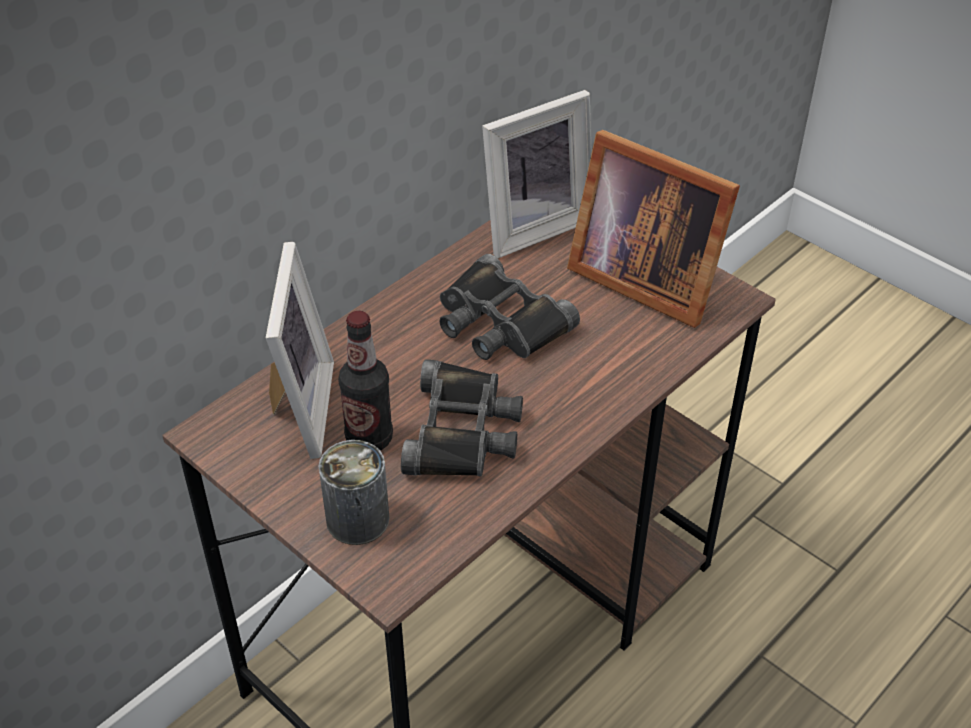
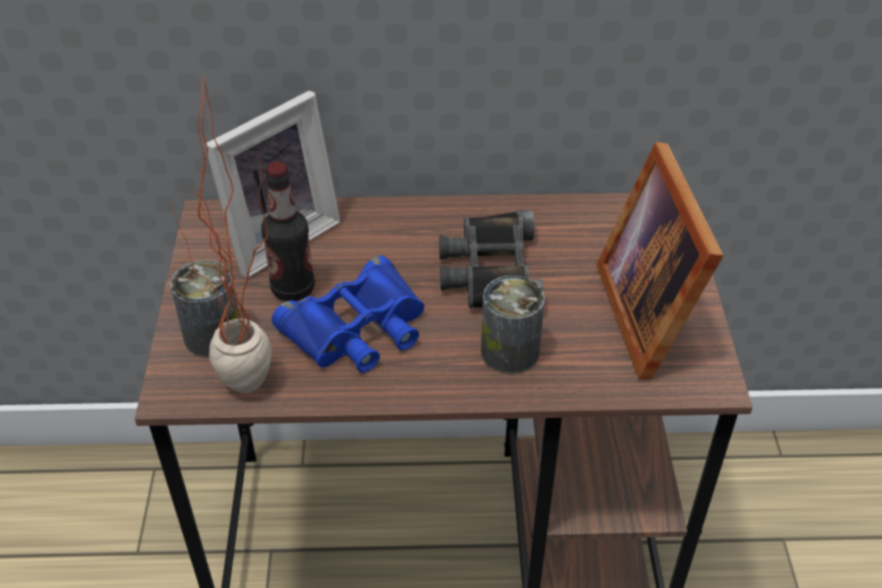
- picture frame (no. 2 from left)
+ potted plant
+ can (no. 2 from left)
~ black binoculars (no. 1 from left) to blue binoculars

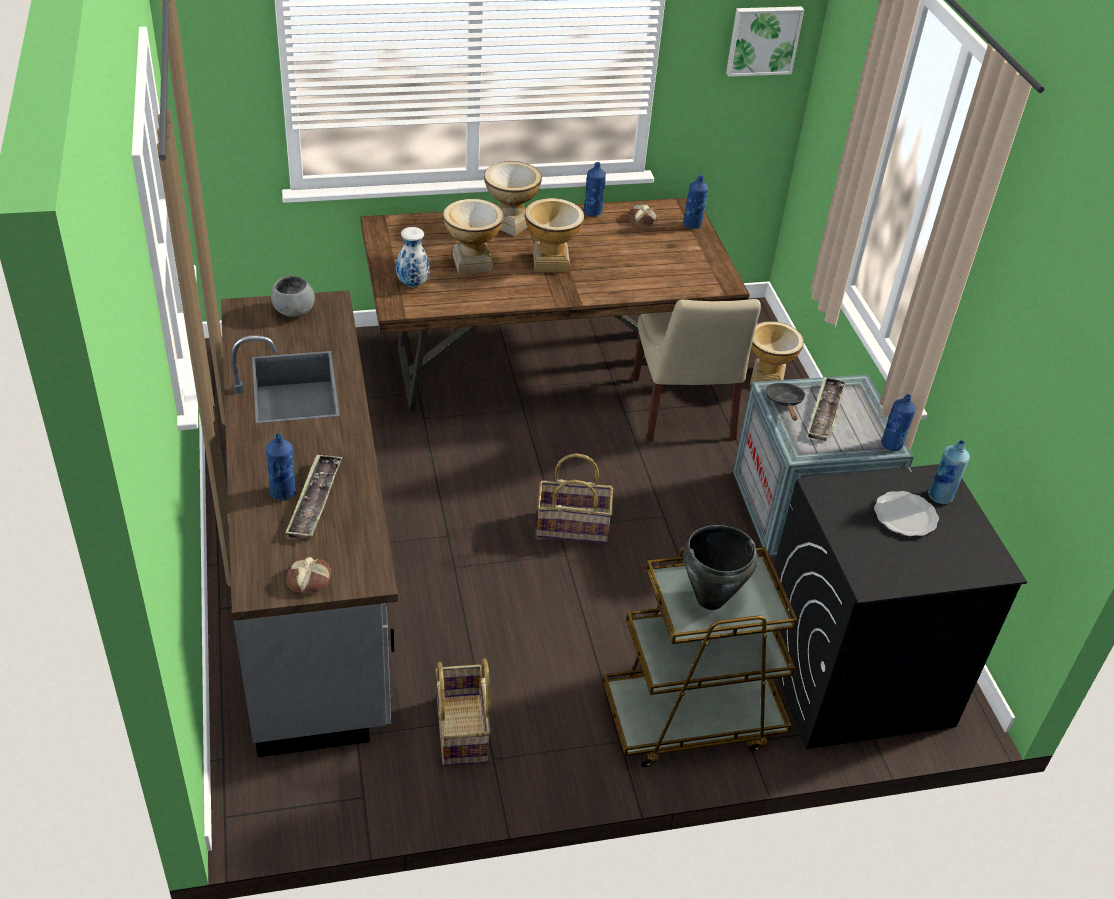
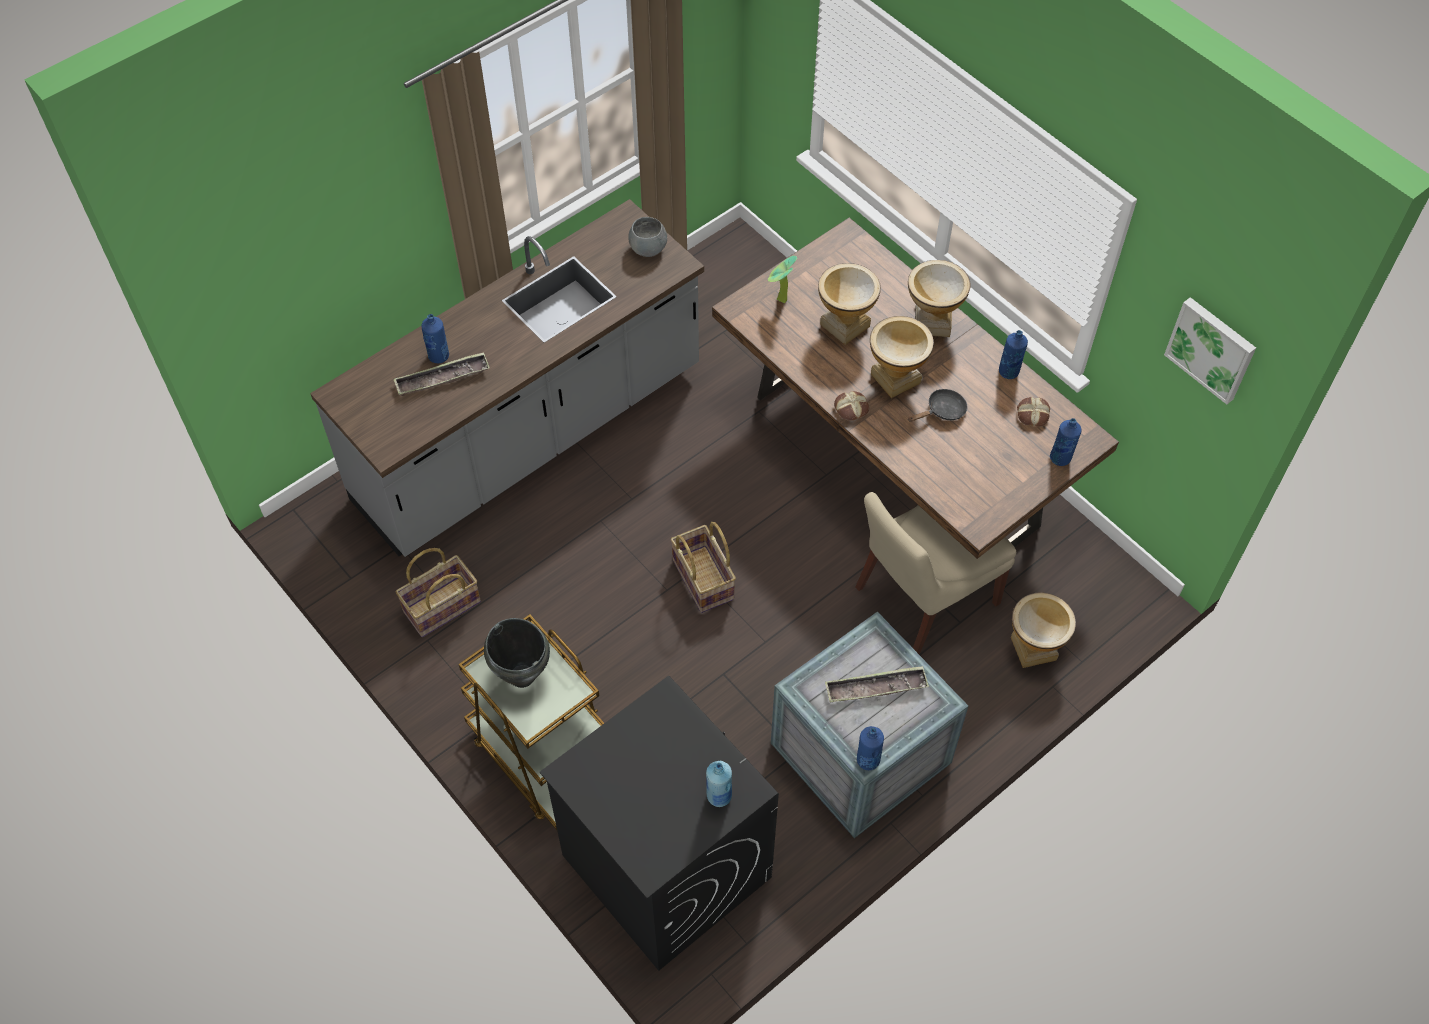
- plate
~ bread (no. 1 from left)
~ black frying pan
~ vase (no. 1 from left) to potted plant

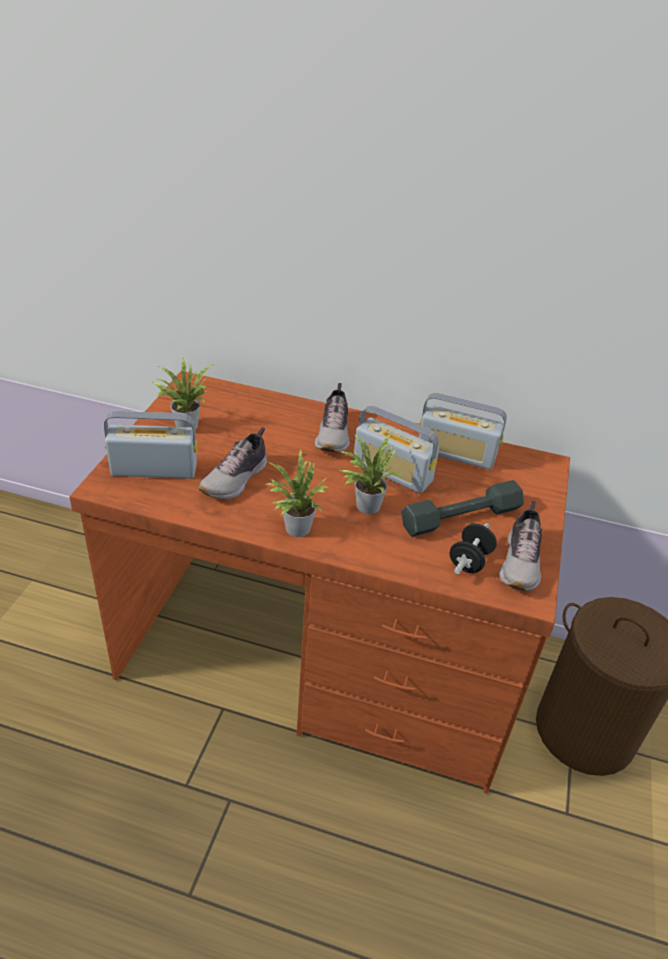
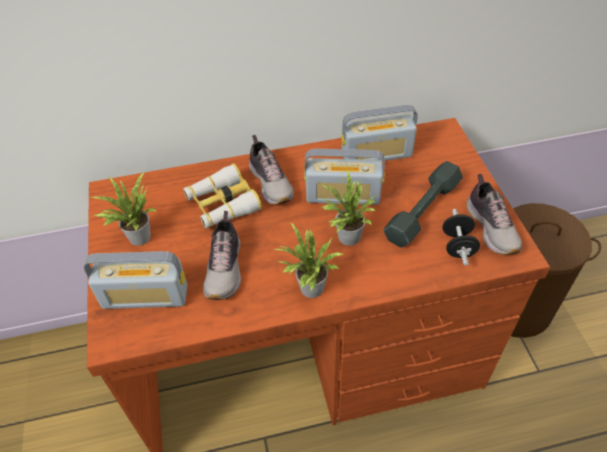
+ binoculars
~ radio (no. 1 from left) 150 degrees counterclockwise

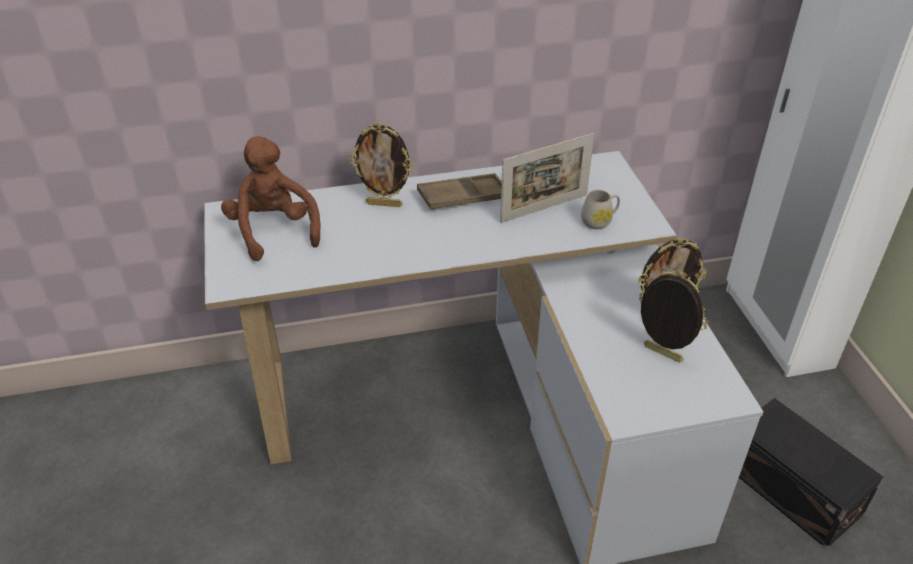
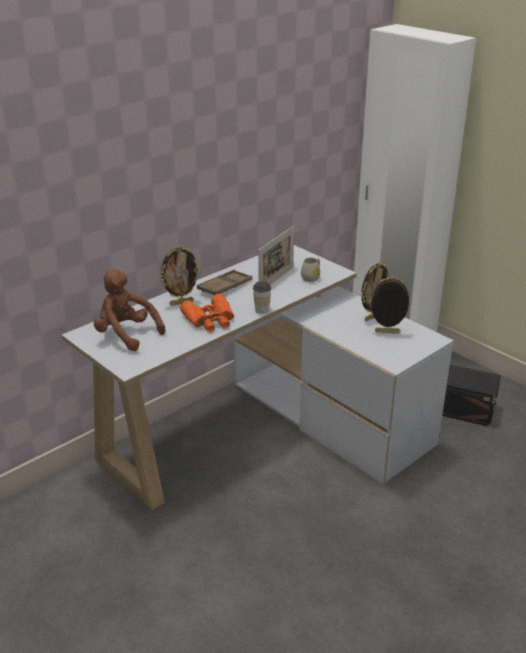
+ orange binoculars
+ cup

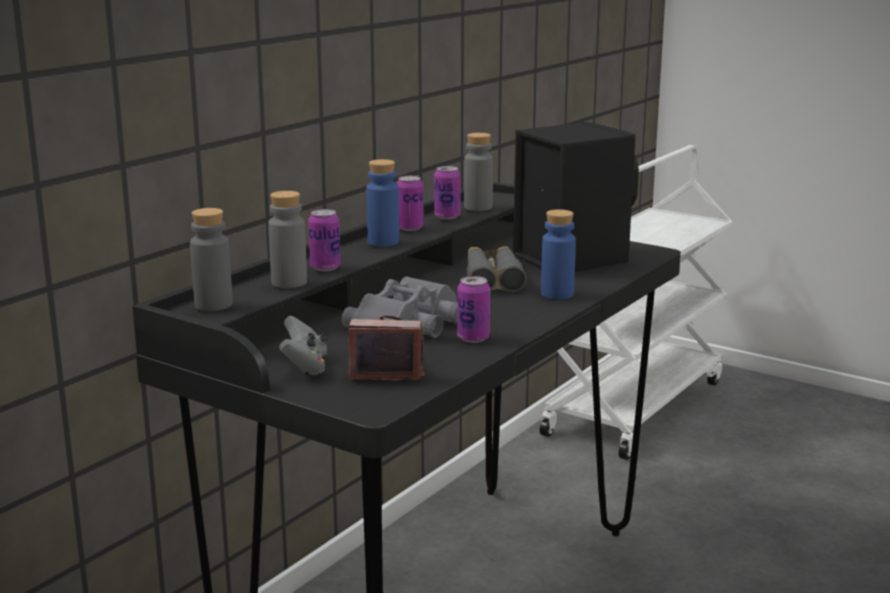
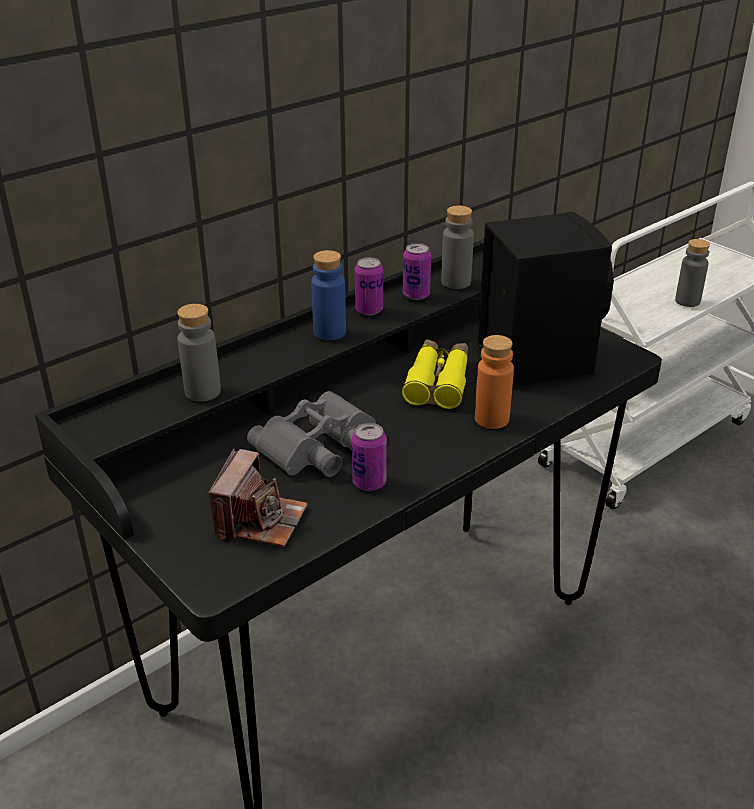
- grey game controller
- can (no. 1 from left)
~ grey bottle (no. 1 from left in the first image) to grey bottle (no. 3 from left)
~ grey binoculars (no. 2 from left) to yellow binoculars
~ blue bottle (no. 2 from left) to orange bottle
~ photo camera 90 degrees clockwise

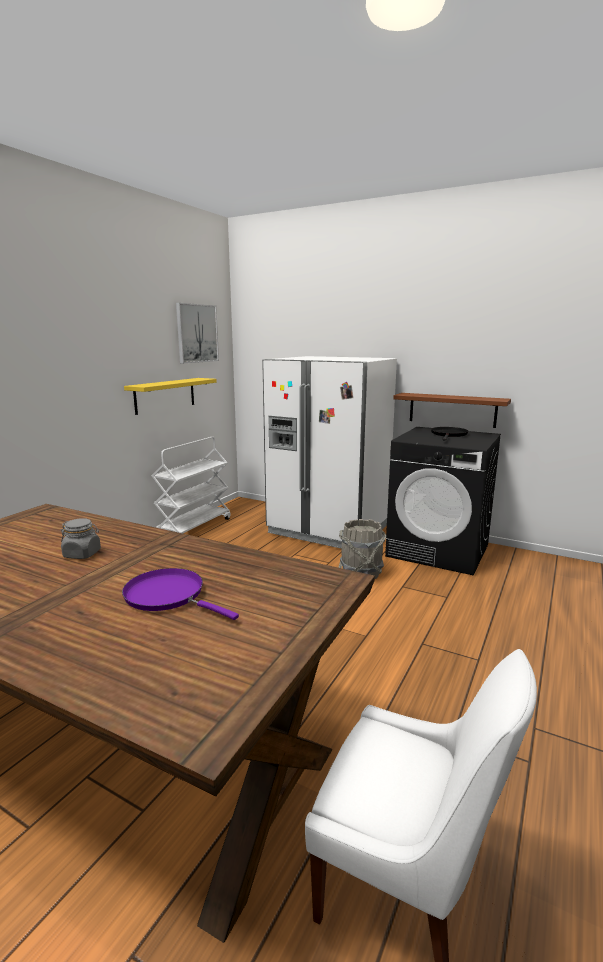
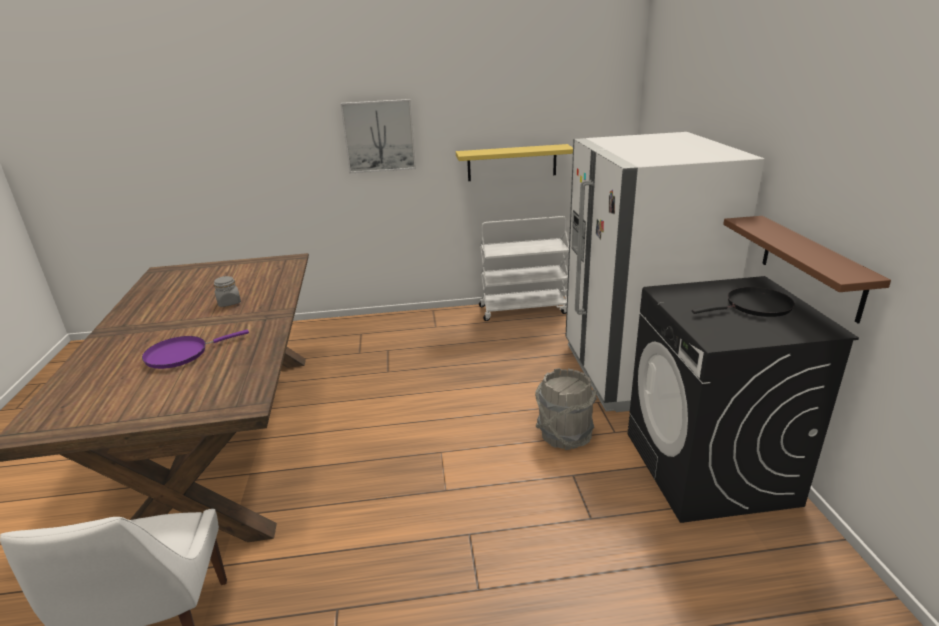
~ picture
~ purple frying pan 120 degrees counterclockwise

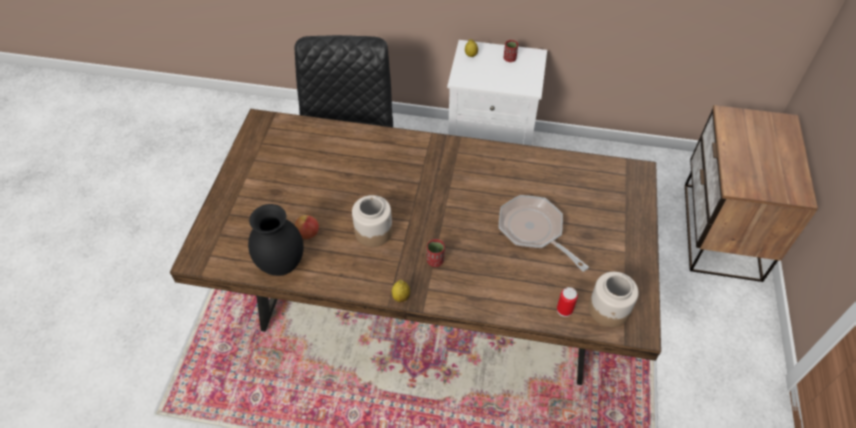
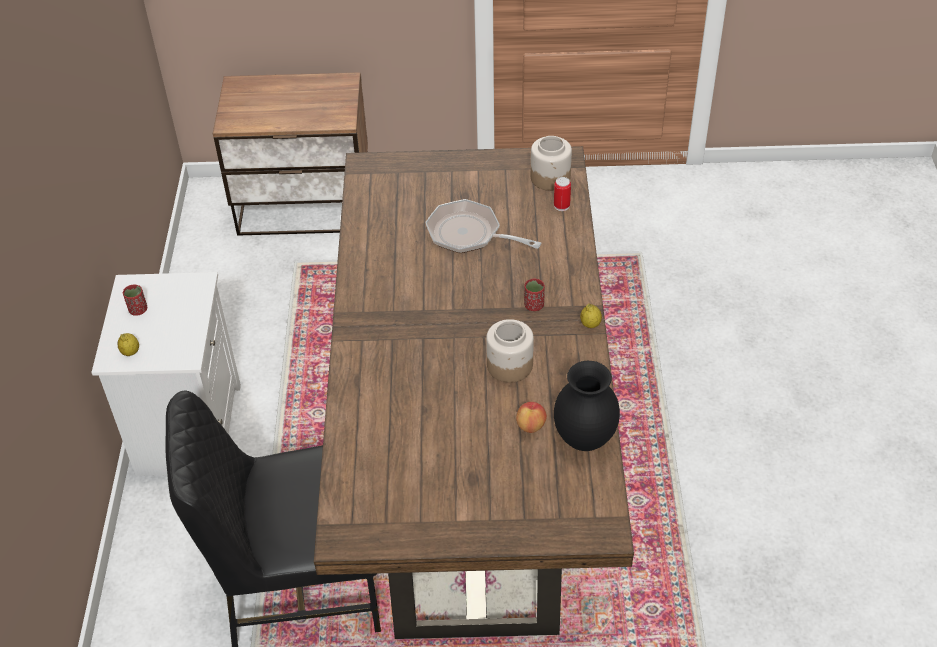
~ frying pan 75 degrees clockwise

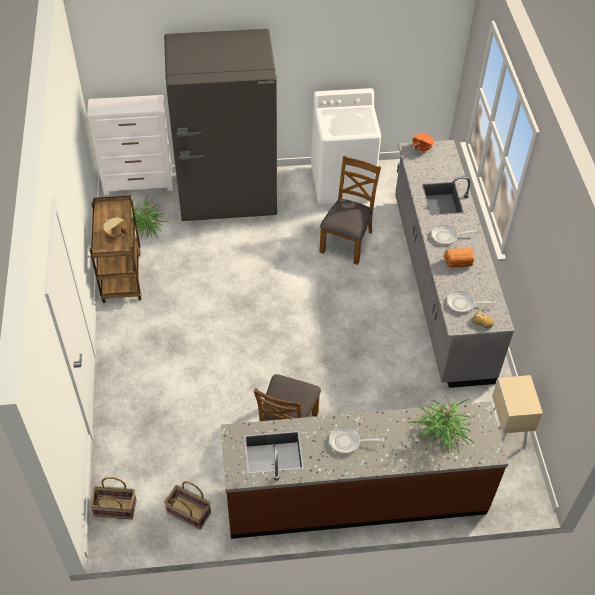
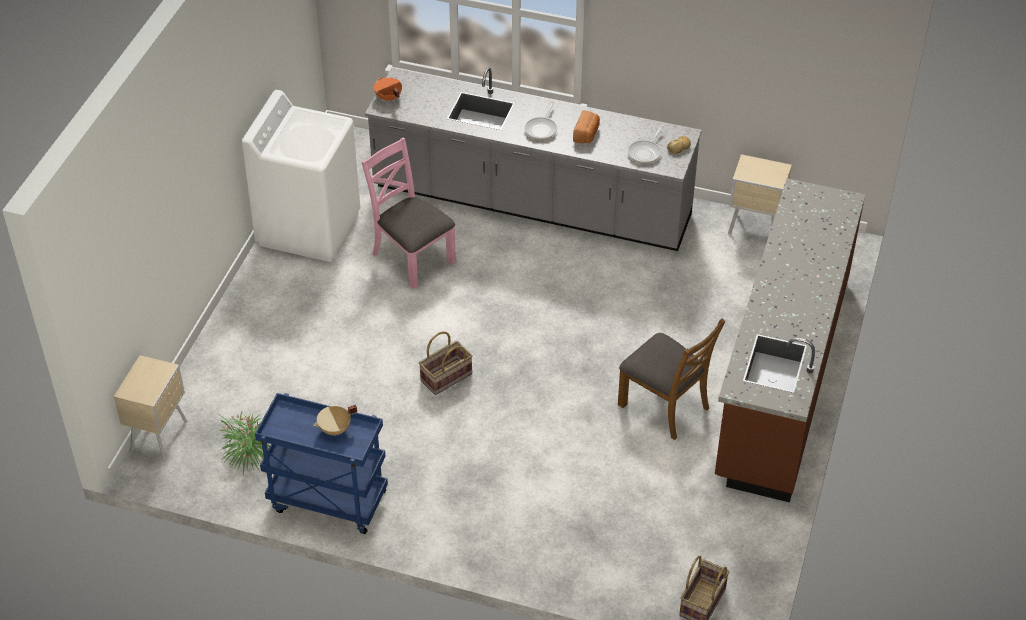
- grey fridge
- frying pan (no. 1 from left)
- potted plant (no. 2 from left)
~ basket (no. 2 from left in the first image) to basket (no. 1 from left)
~ white dresser to beige nightstand (no. 1 from left)
~ brown cart to blue cart
~ brown chair (no. 2 from left) to pink chair

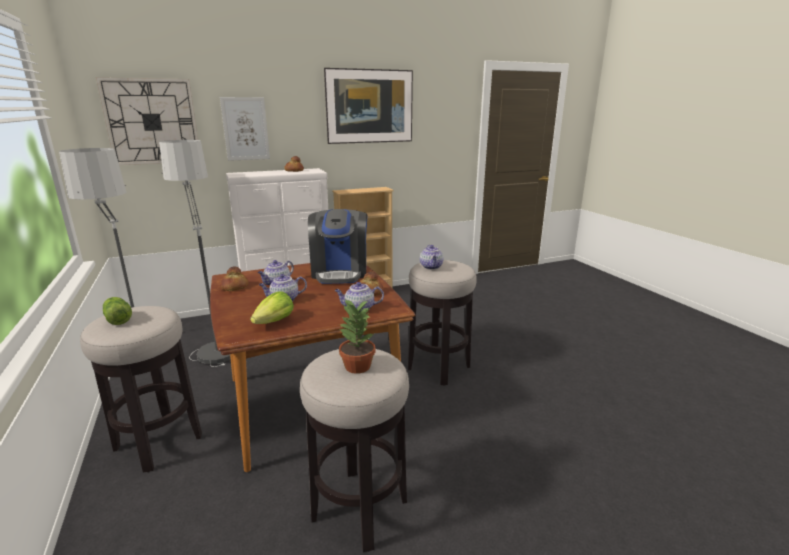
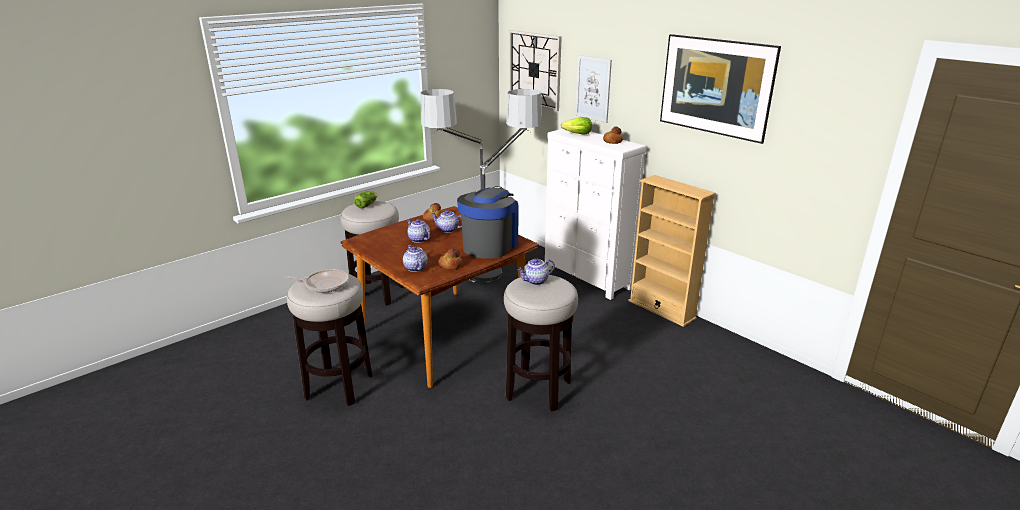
~ lettuce (no. 2 from left)
~ potted plant to frying pan
~ coffee machine 135 degrees clockwise

